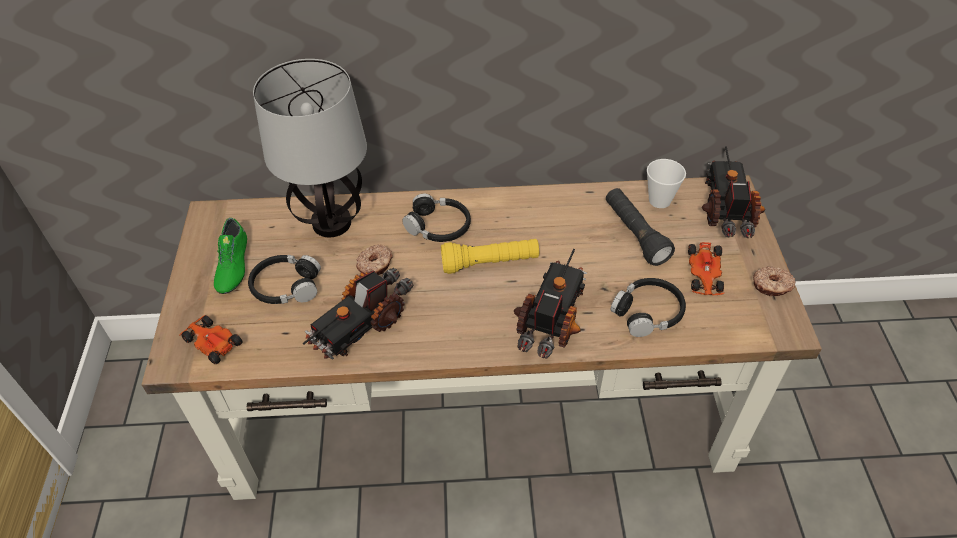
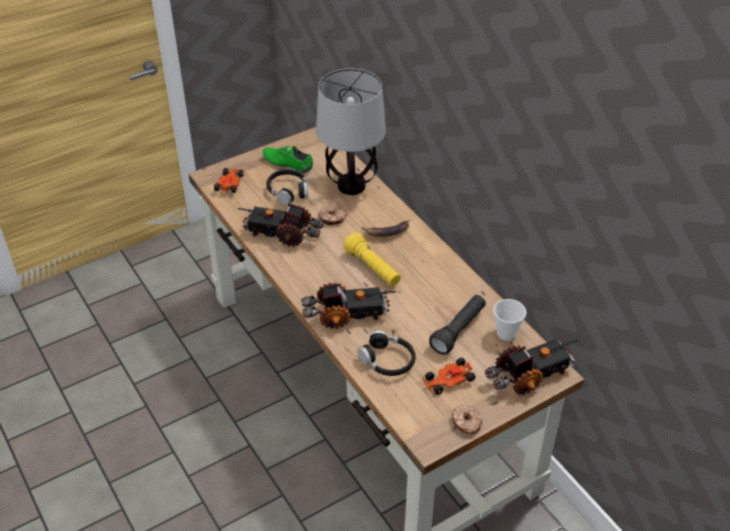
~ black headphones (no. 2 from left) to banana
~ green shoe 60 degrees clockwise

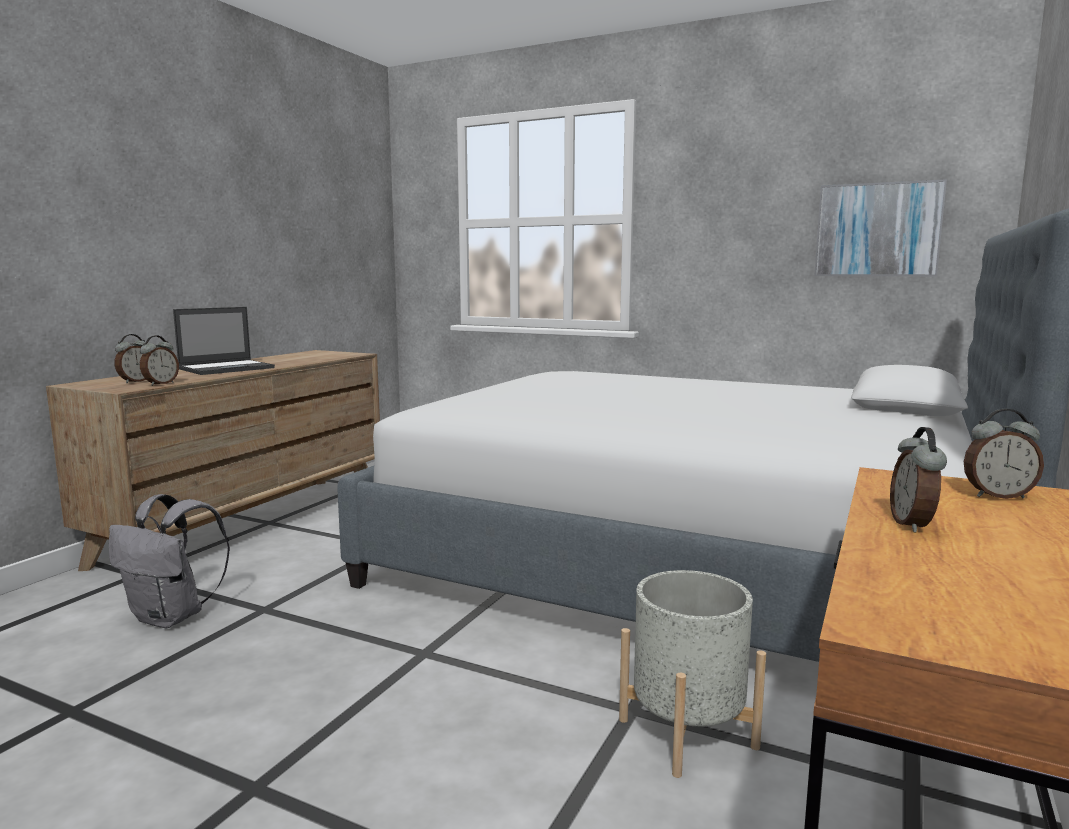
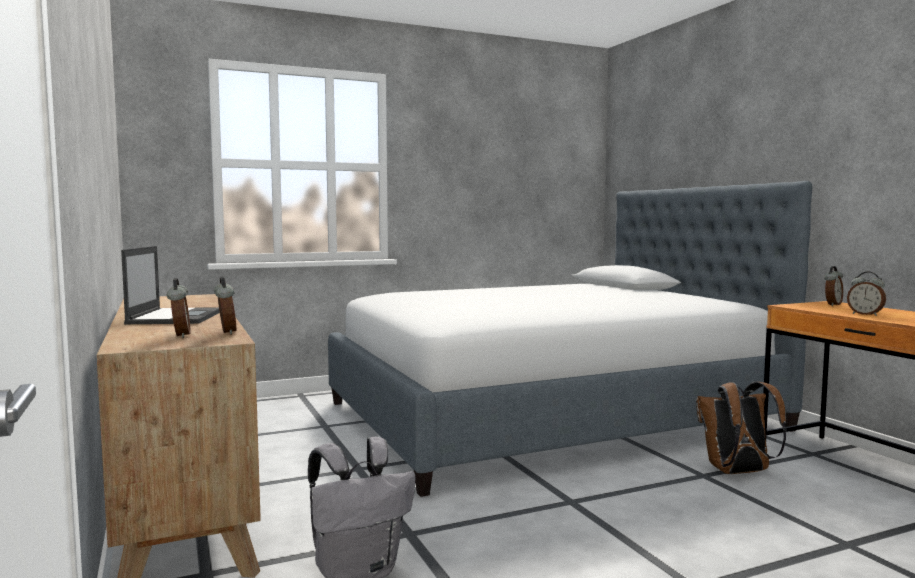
- picture
~ grey planter to brown backpack

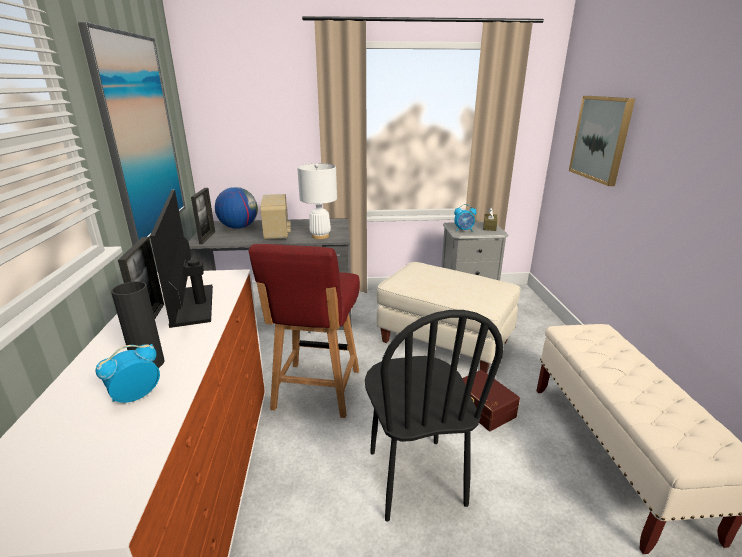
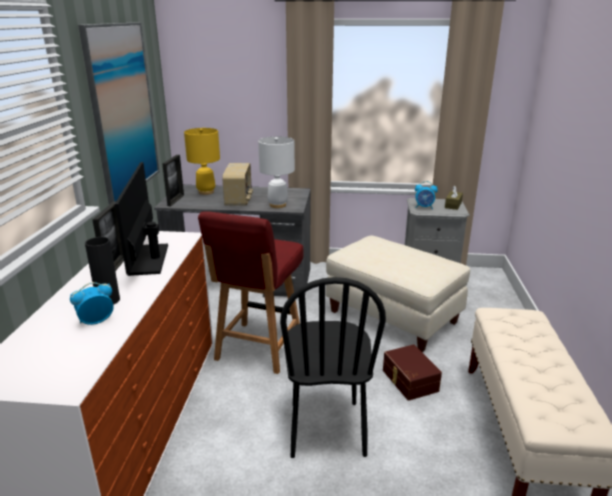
- picture (no. 2 from left)
~ globe to yellow table lamp

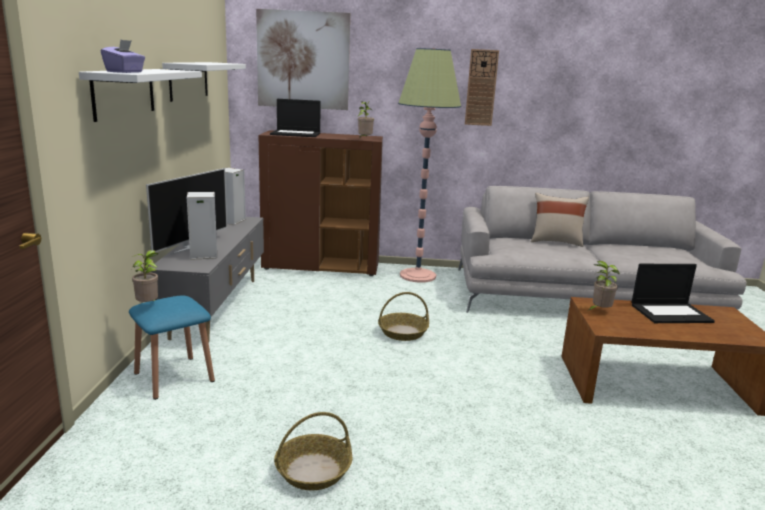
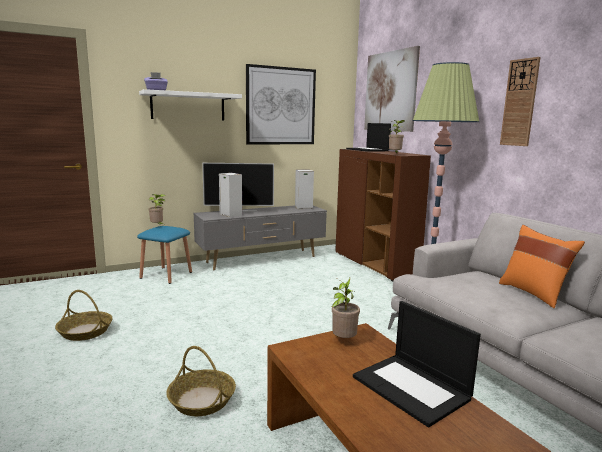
~ basket (no. 2 from left)
~ white shelf (no. 2 from left) to picture (no. 1 from left)
~ beige pillow to orange pillow

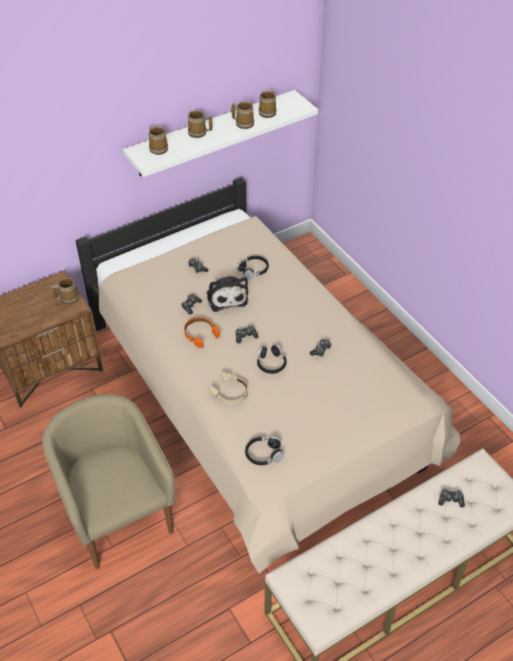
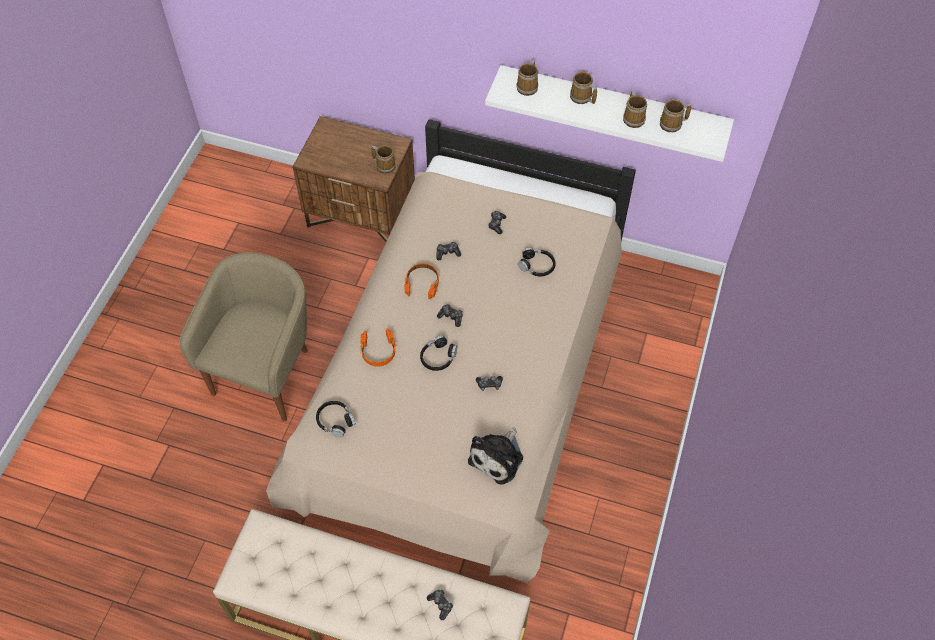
~ plush toy
~ beige headphones to orange headphones (no. 1 from left)

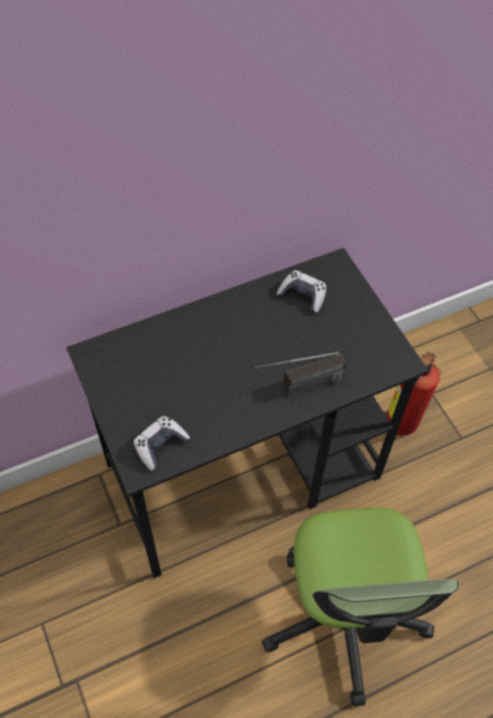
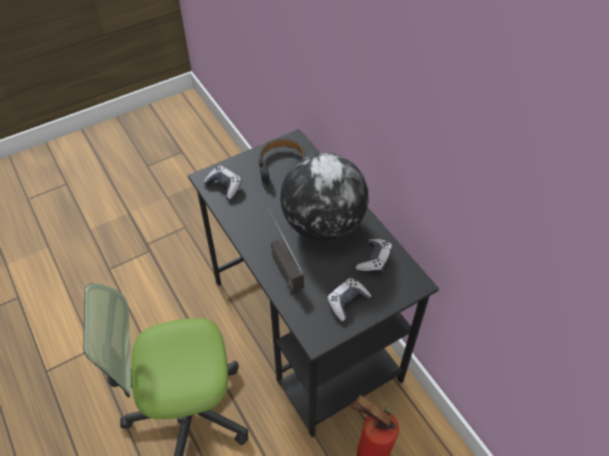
+ black headphones
+ globe
+ game controller (no. 2 from left)

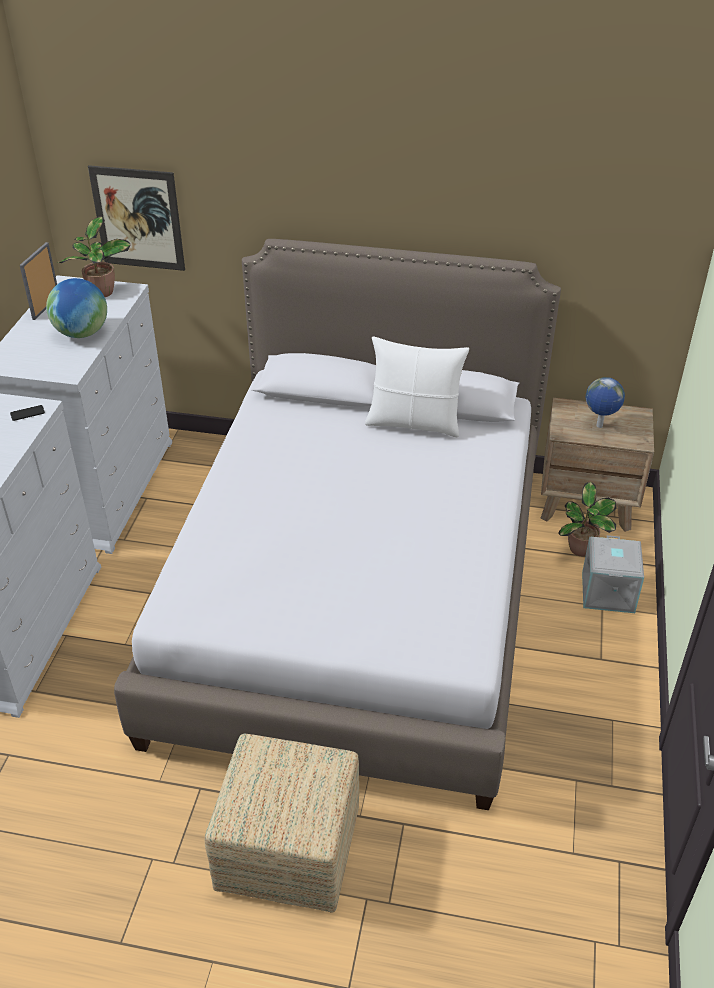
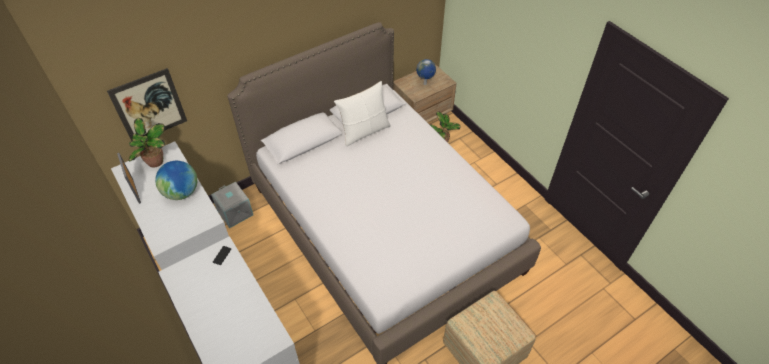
~ grey storage box

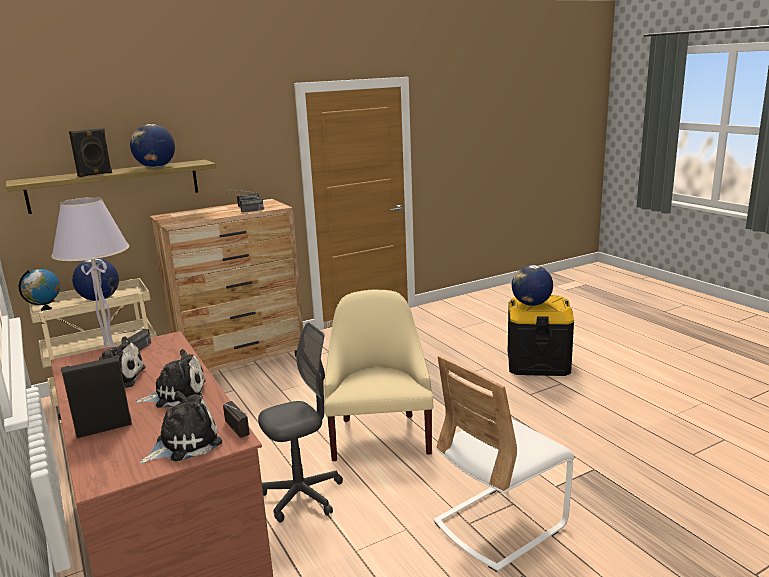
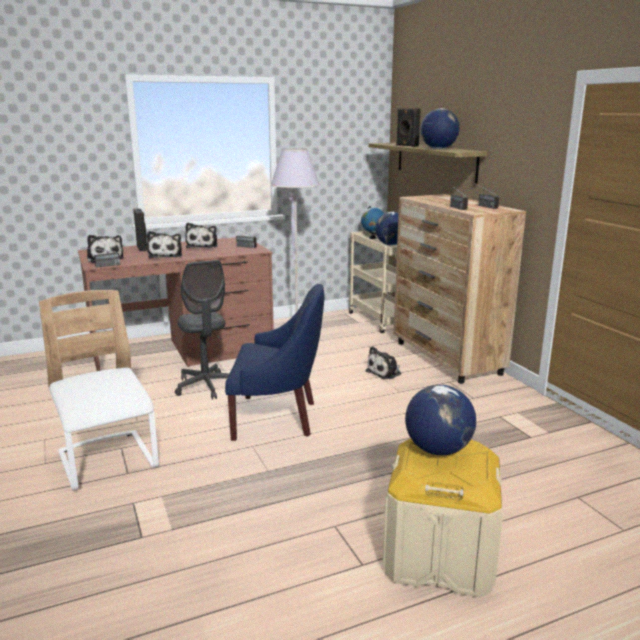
+ plush toy (no. 4 from left)
~ beige armchair to blue armchair
~ black storage box to beige storage box

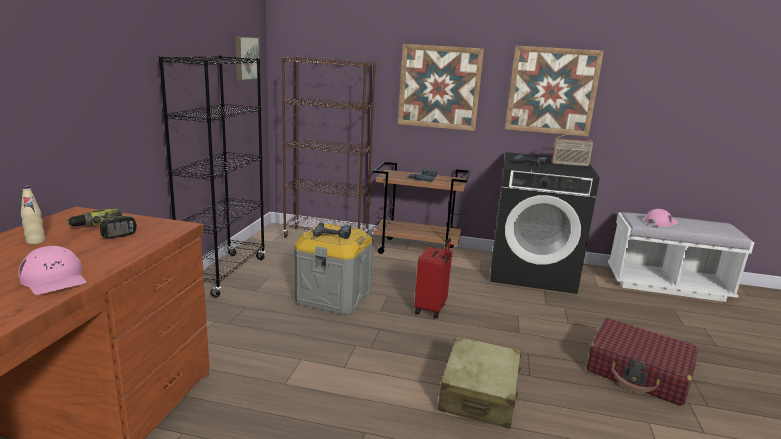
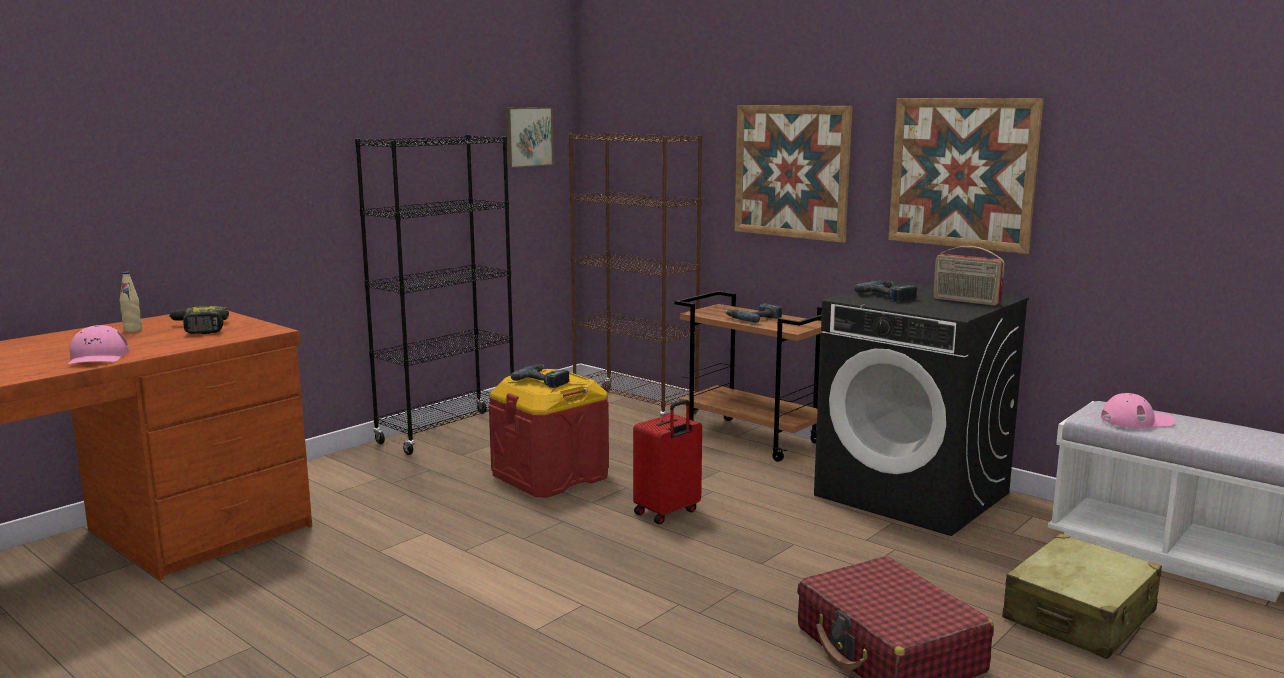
~ beige suitcase
~ grey storage box to red storage box

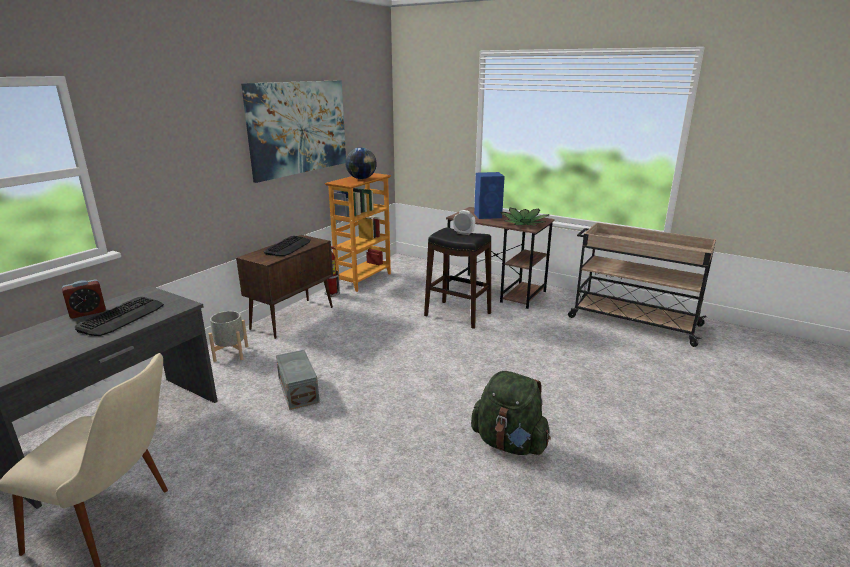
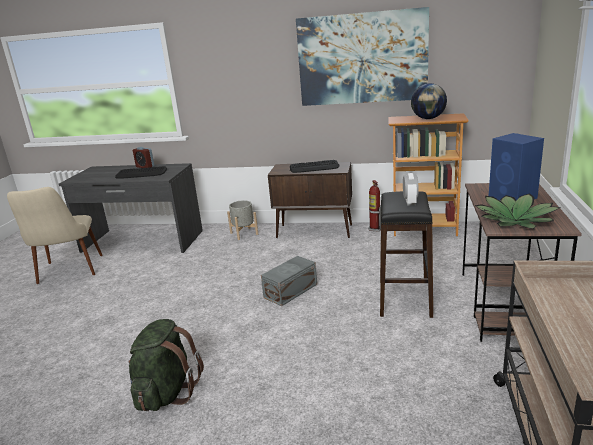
~ grey storage box

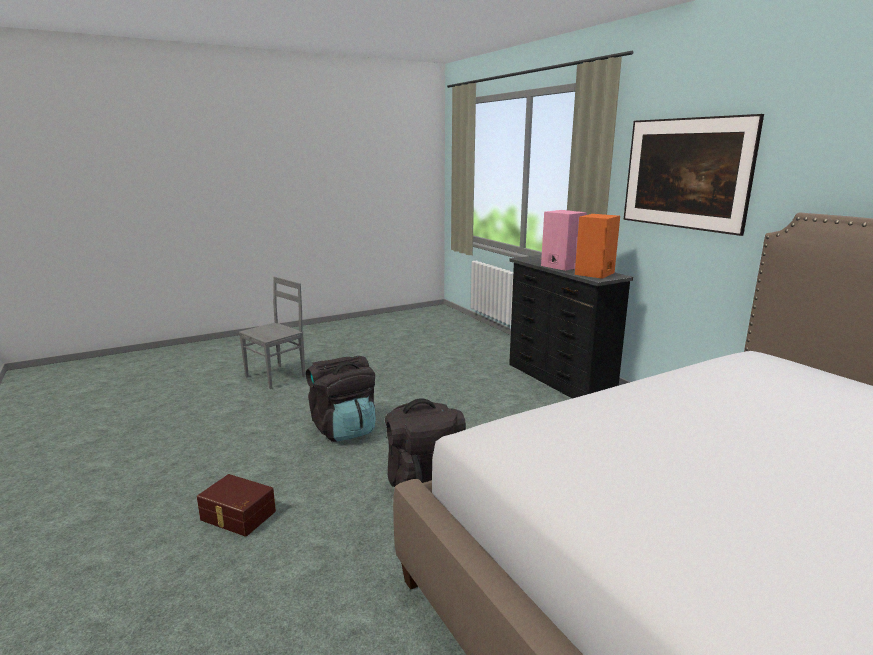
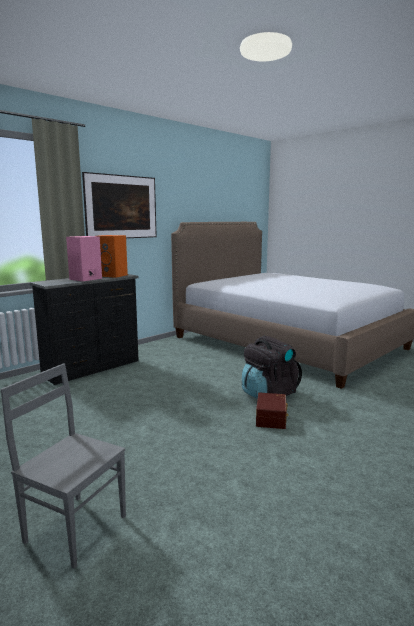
- black backpack (no. 1 from left)
~ brown storage box

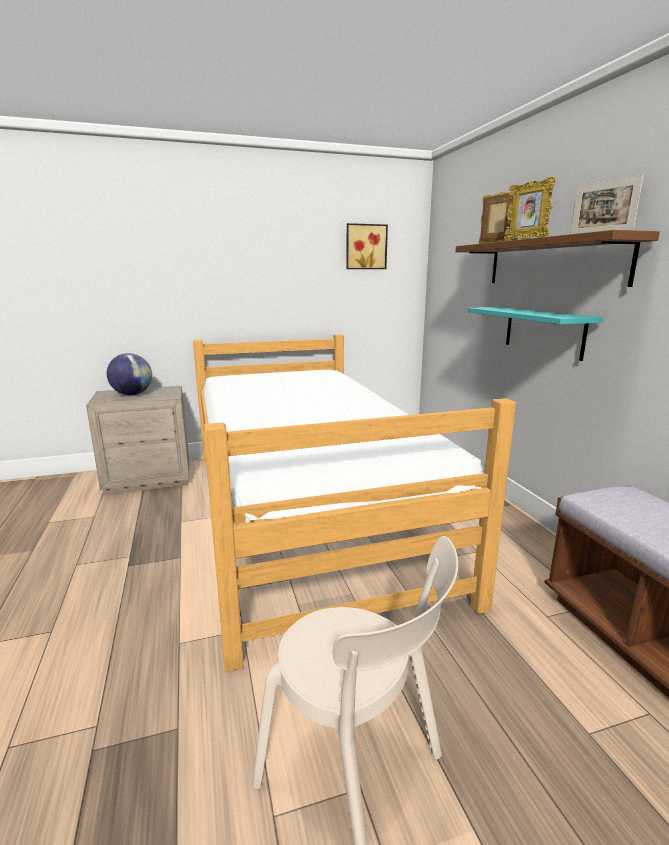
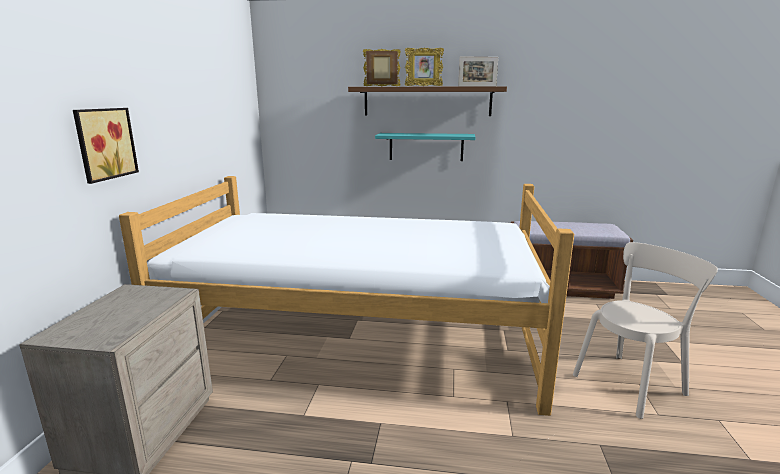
- globe
~ picture

